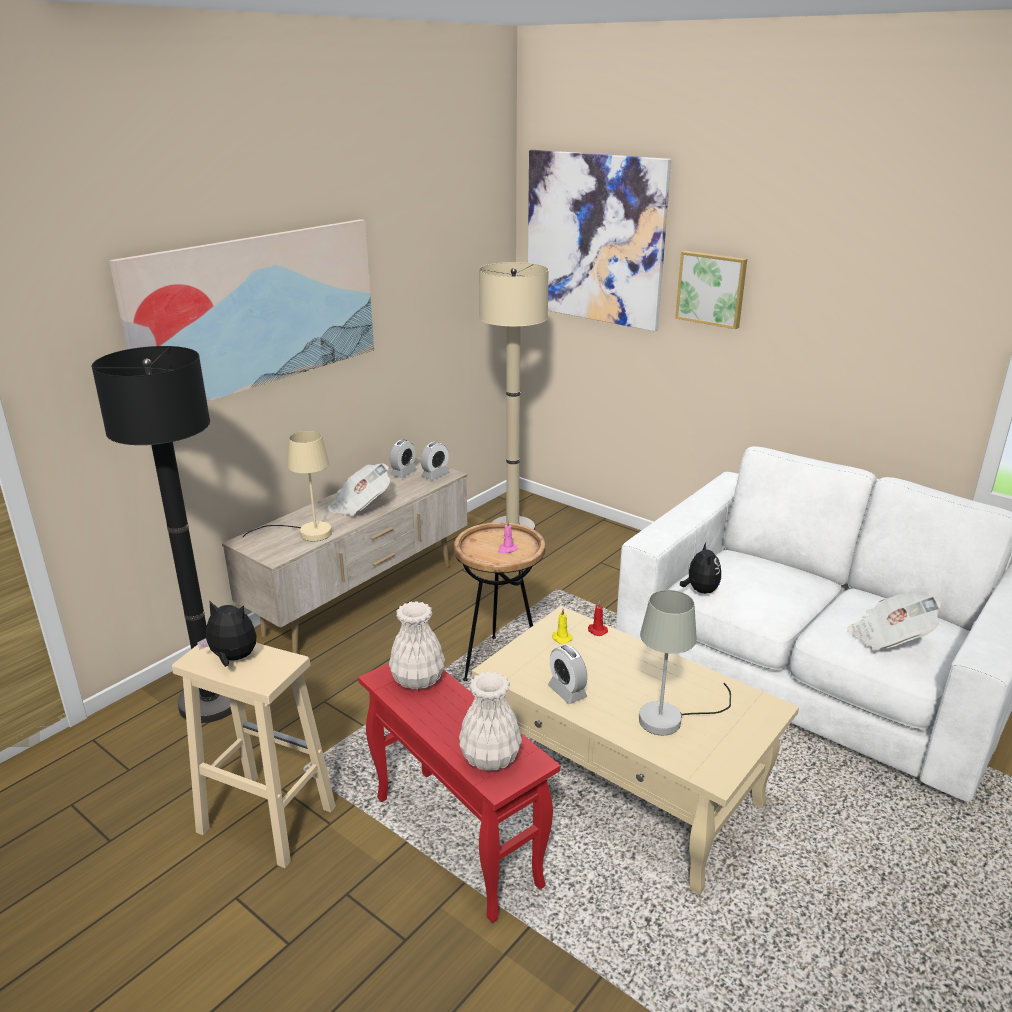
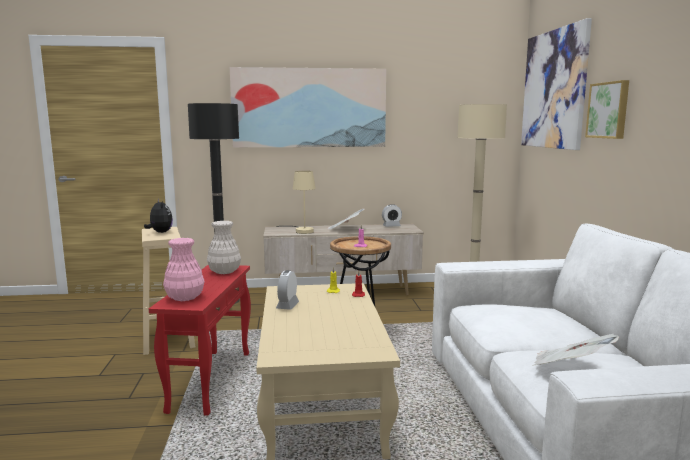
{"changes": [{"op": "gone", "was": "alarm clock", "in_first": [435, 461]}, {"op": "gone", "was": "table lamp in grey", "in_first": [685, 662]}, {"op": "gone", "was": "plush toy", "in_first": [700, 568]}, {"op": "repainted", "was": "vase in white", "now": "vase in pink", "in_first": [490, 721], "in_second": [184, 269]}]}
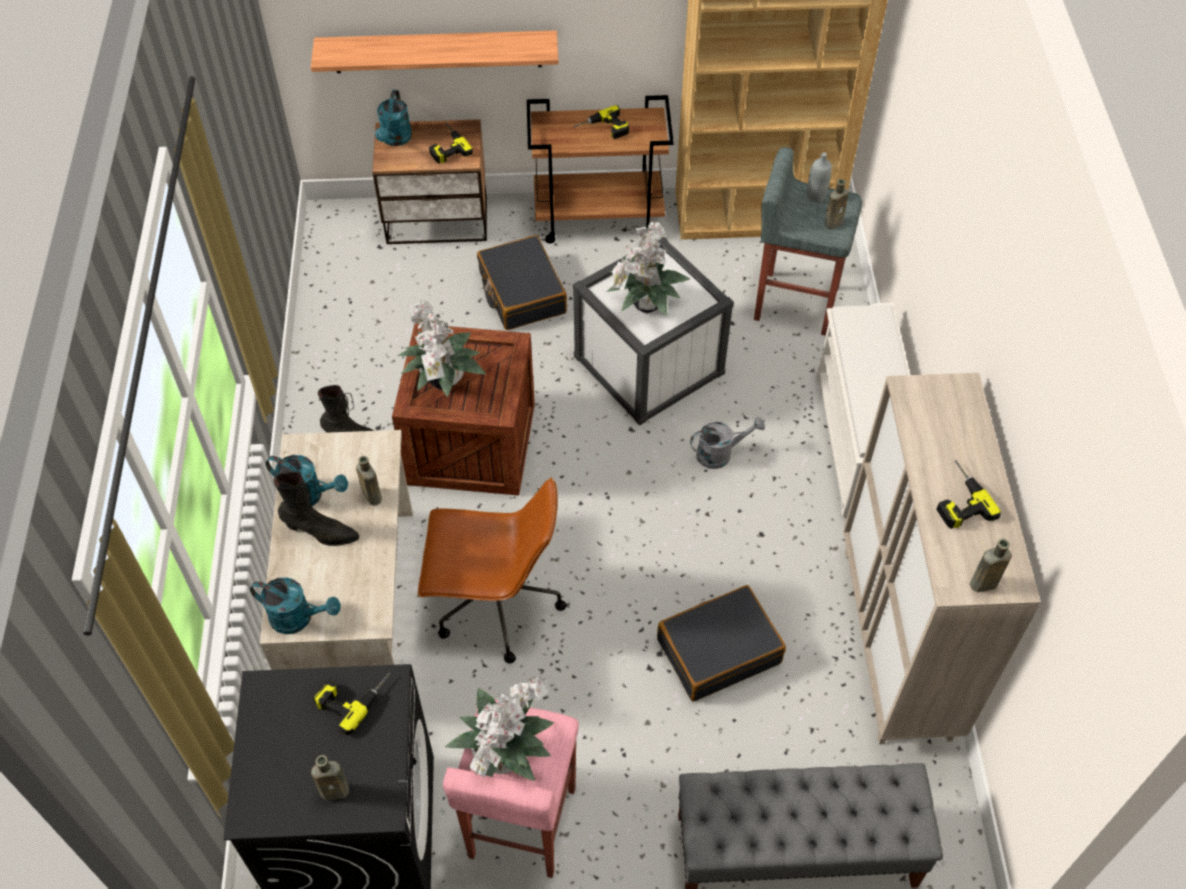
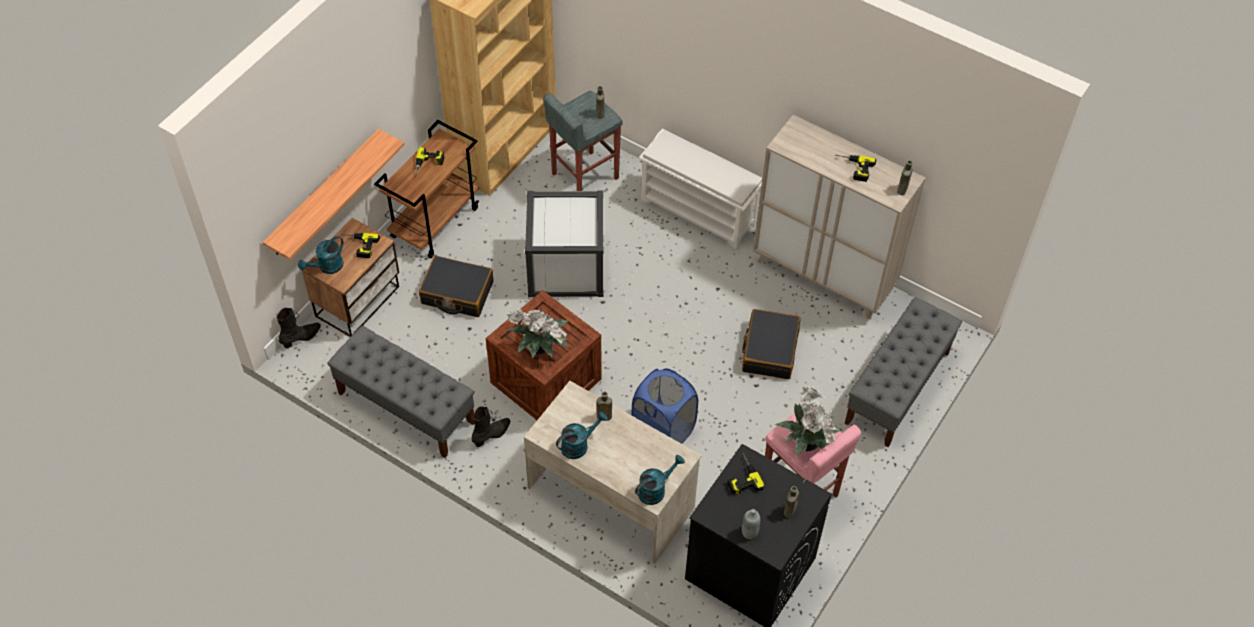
{"changes": [{"op": "gone", "was": "potted plant", "in_first": [648, 268]}, {"op": "gone", "was": "watering can in grey", "in_first": [727, 443]}, {"op": "new", "now": "bench in grey", "in_second": [400, 392]}, {"op": "shifted", "was": "boot in black", "in_first": [316, 508], "in_second": [299, 328]}, {"op": "shifted", "was": "bottle in grey", "in_first": [819, 177], "in_second": [751, 524]}, {"op": "swapped", "was": "office chair in brown", "now": "laundry basket in blue", "in_first": [492, 570], "in_second": [665, 406]}, {"op": "rotated", "was": "watering can in turquoise", "in_first": [393, 118], "in_second": [321, 255], "clockwise": 90}]}
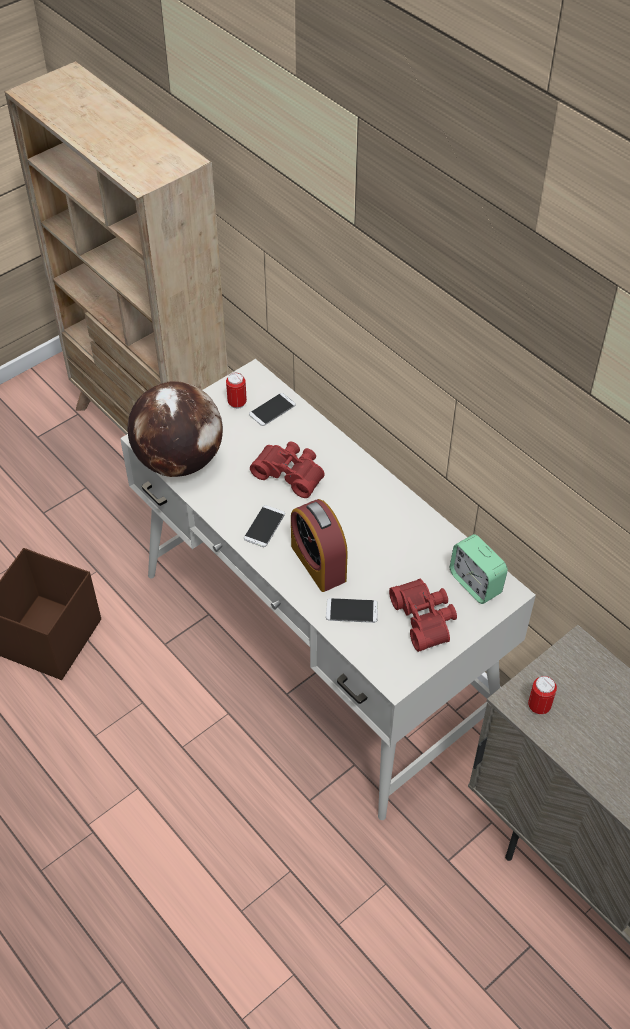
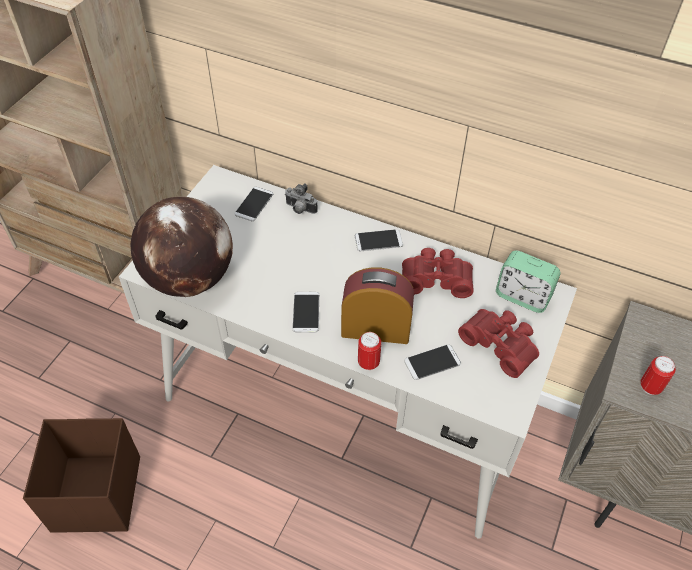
{"changes": [{"op": "new", "now": "photo camera", "in_second": [301, 199]}, {"op": "new", "now": "phone", "in_second": [379, 240]}, {"op": "shifted", "was": "can", "in_first": [236, 391], "in_second": [369, 351]}, {"op": "shifted", "was": "binoculars in red", "in_first": [287, 469], "in_second": [437, 273]}, {"op": "rotated", "was": "alarm clock", "in_first": [319, 545], "in_second": [377, 305], "clockwise": 150}]}
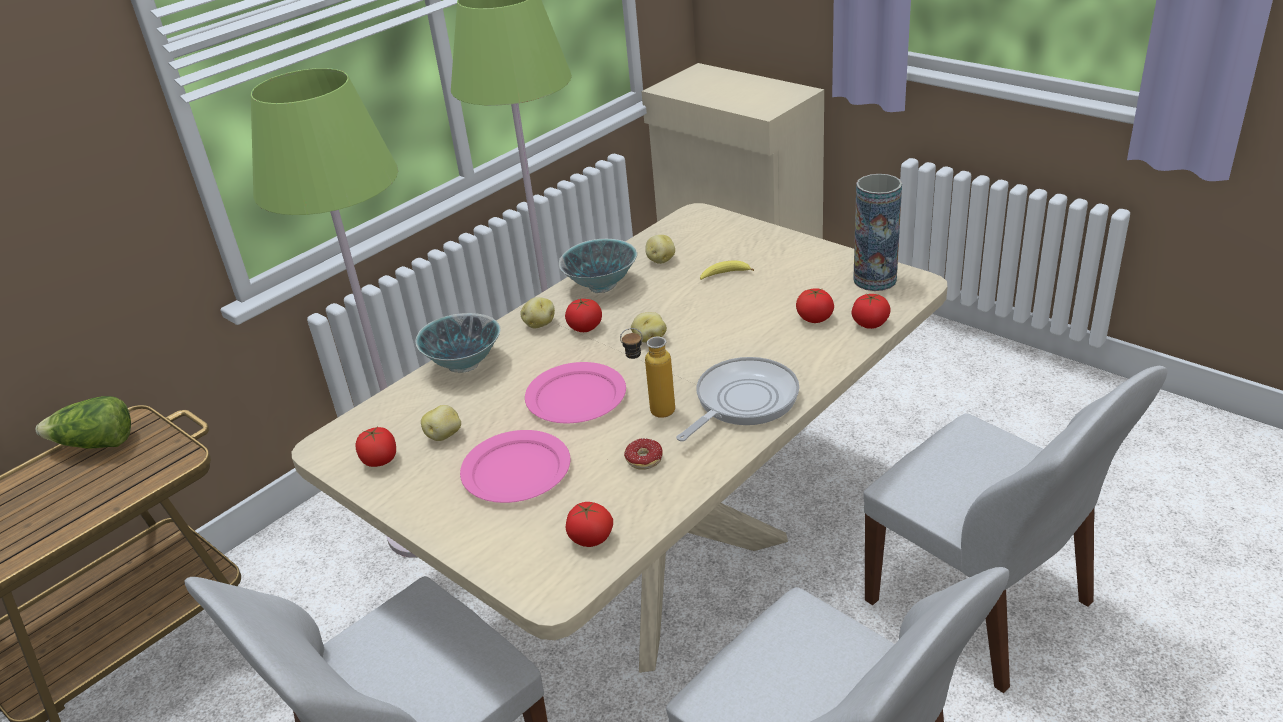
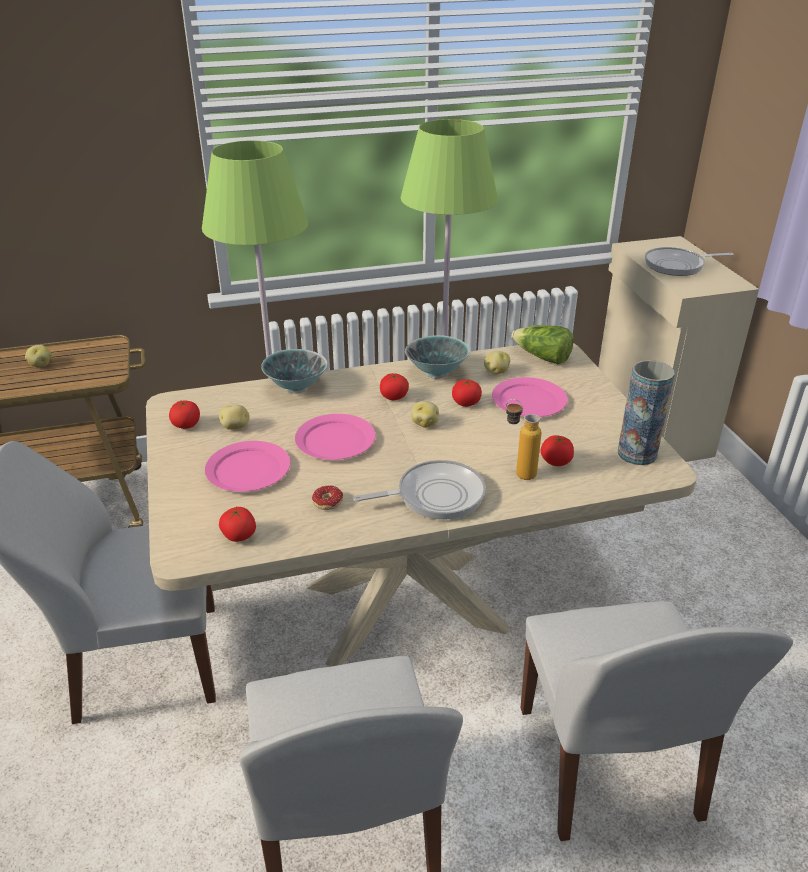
{"changes": [{"op": "new", "now": "frying pan", "in_second": [689, 261]}, {"op": "shifted", "was": "lettuce", "in_first": [83, 422], "in_second": [542, 344]}, {"op": "shifted", "was": "potato", "in_first": [537, 312], "in_second": [38, 355]}, {"op": "shifted", "was": "bottle", "in_first": [647, 373], "in_second": [523, 439]}, {"op": "shifted", "was": "tomato", "in_first": [871, 311], "in_second": [467, 393]}, {"op": "swapped", "was": "banana", "now": "plate in pink", "in_first": [727, 270], "in_second": [530, 397]}]}
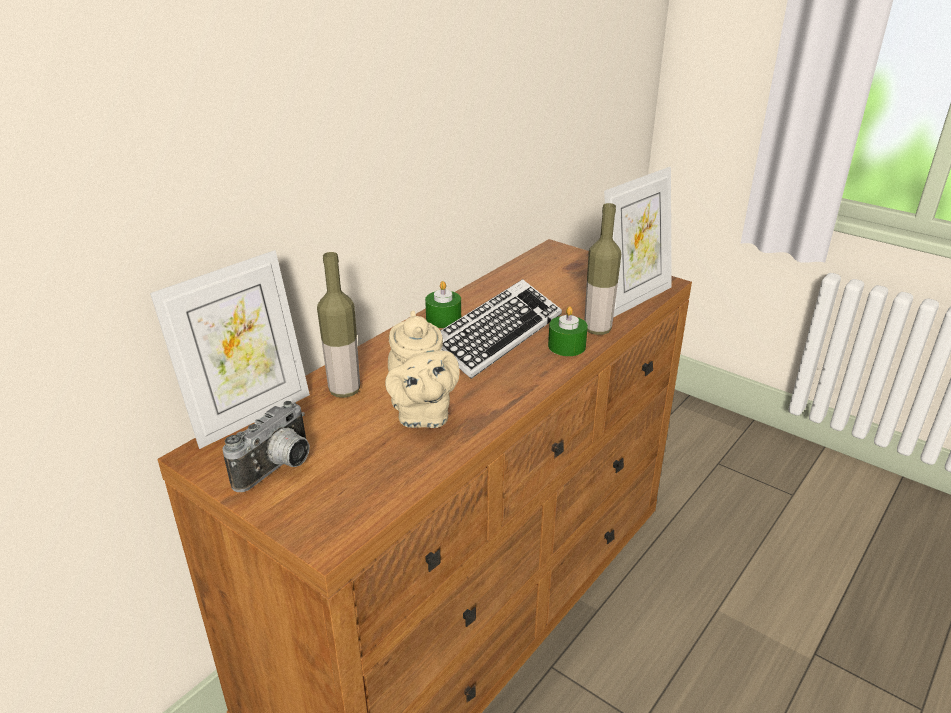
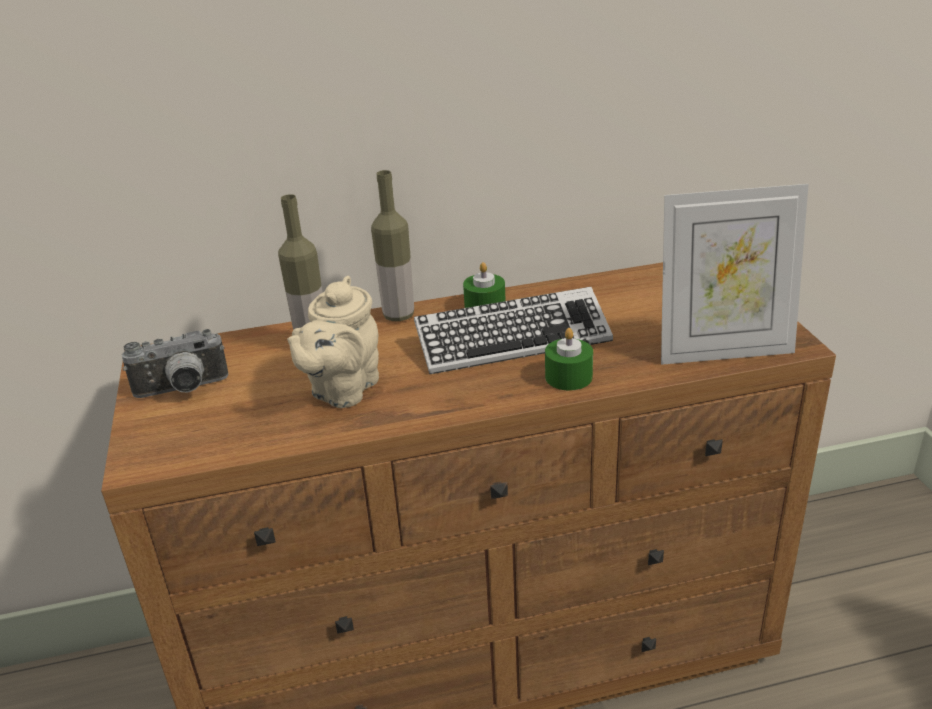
{"changes": [{"op": "gone", "was": "picture frame", "in_first": [230, 349]}, {"op": "shifted", "was": "bottle", "in_first": [602, 269], "in_second": [392, 245]}]}
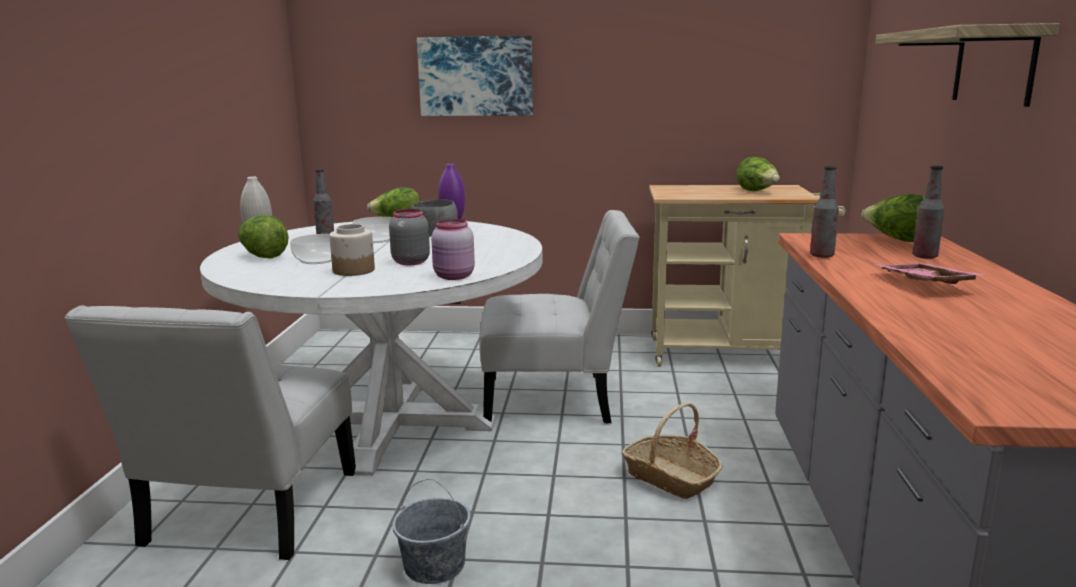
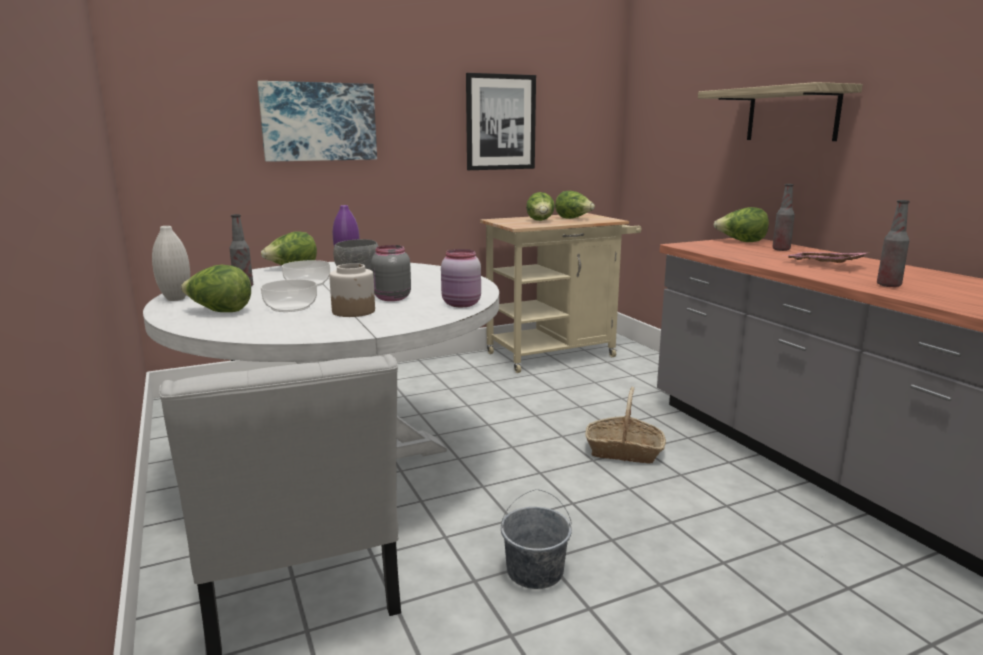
{"changes": [{"op": "gone", "was": "chair in white", "in_first": [559, 316]}, {"op": "new", "now": "picture", "in_second": [501, 121]}, {"op": "new", "now": "lettuce", "in_second": [540, 206]}, {"op": "shifted", "was": "bottle", "in_first": [824, 212], "in_second": [893, 243]}]}
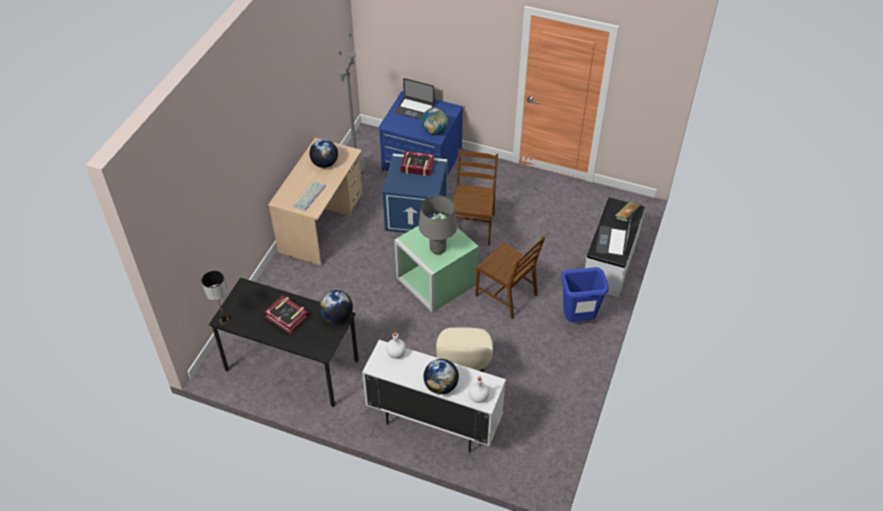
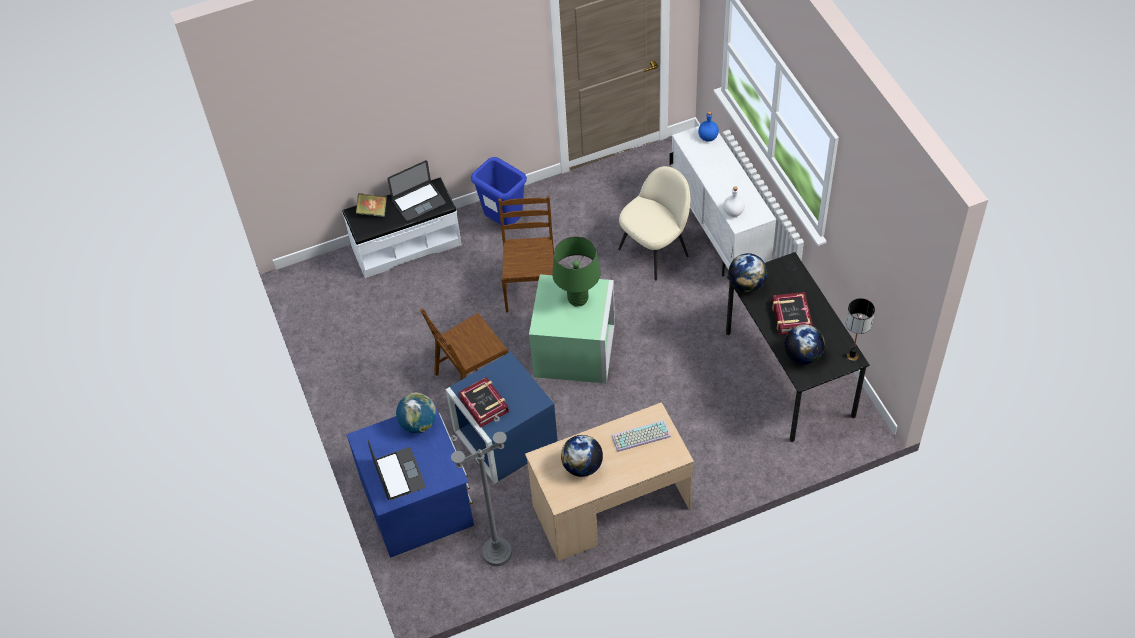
{"changes": [{"op": "shifted", "was": "globe", "in_first": [441, 376], "in_second": [804, 344]}, {"op": "repainted", "was": "table lamp in grey", "now": "table lamp in green", "in_first": [438, 225], "in_second": [576, 271]}, {"op": "repainted", "was": "bottle in white", "now": "bottle in blue", "in_first": [479, 389], "in_second": [708, 126]}]}
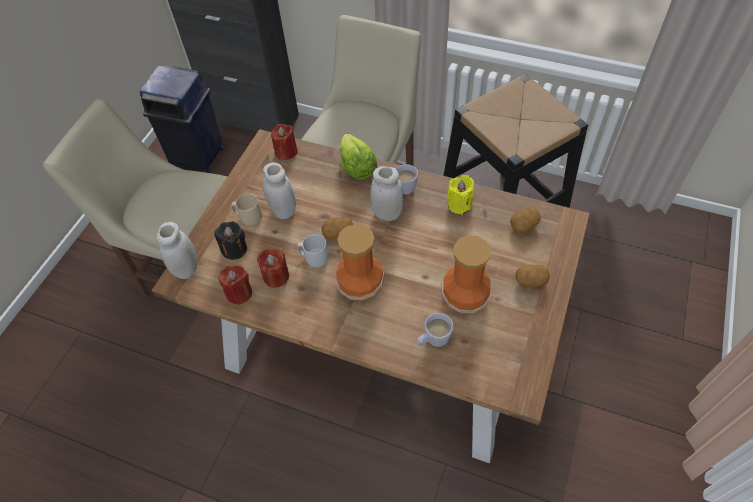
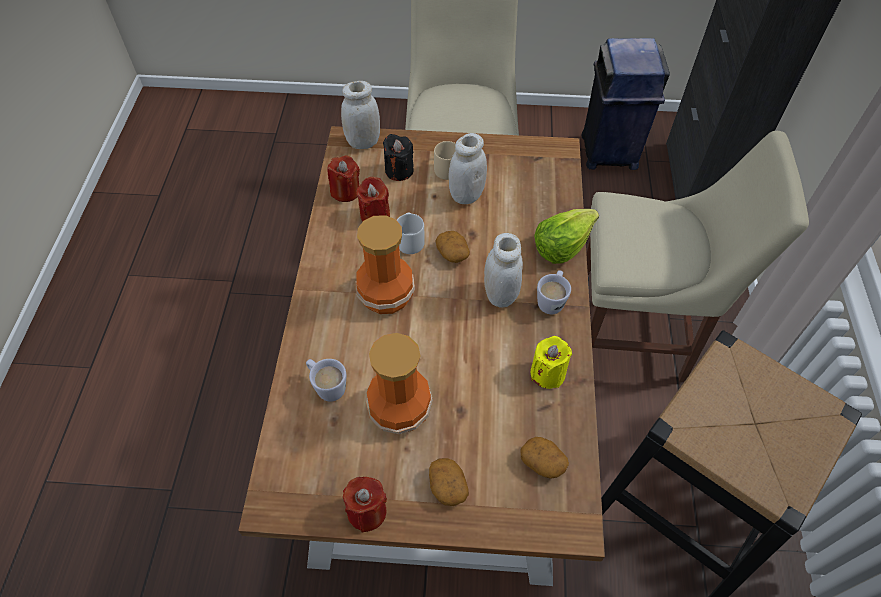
{"changes": [{"op": "shifted", "was": "candle in red", "in_first": [284, 142], "in_second": [365, 505]}]}
